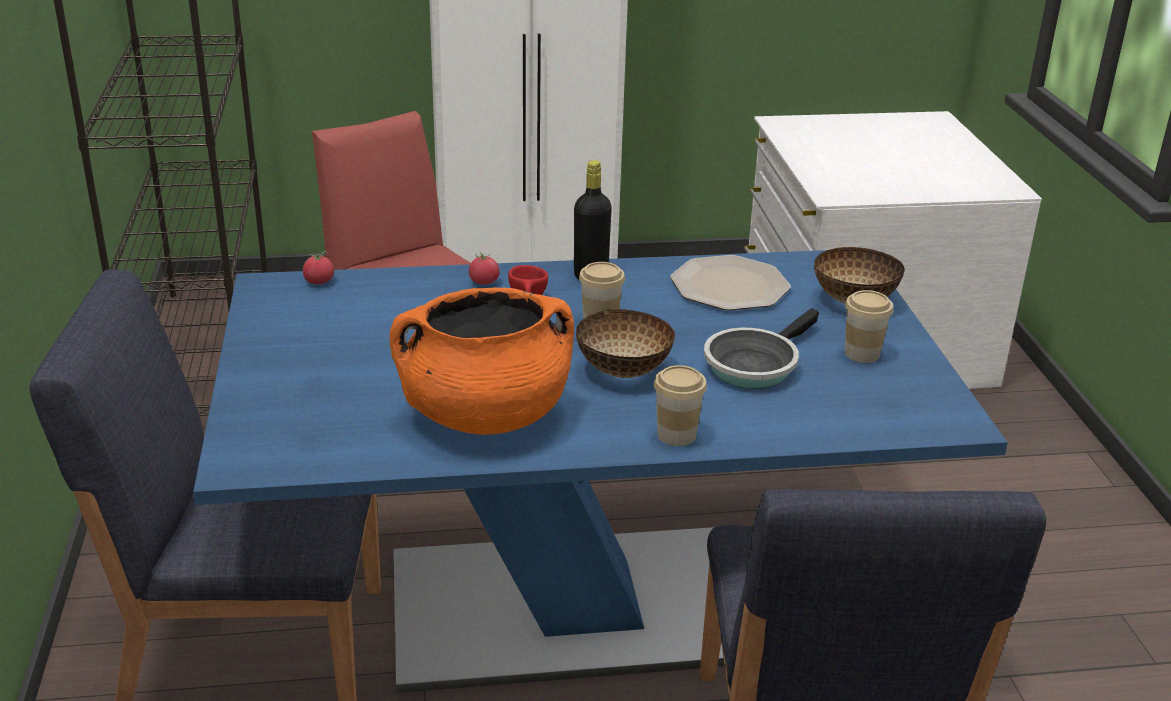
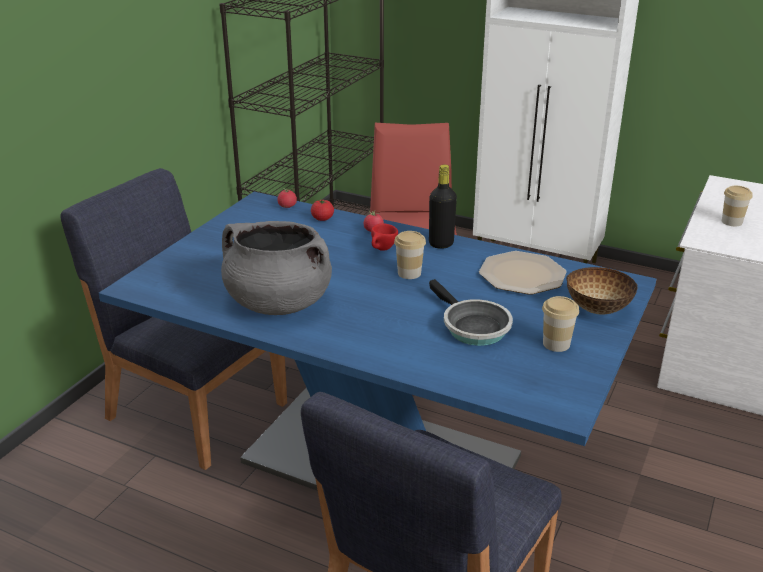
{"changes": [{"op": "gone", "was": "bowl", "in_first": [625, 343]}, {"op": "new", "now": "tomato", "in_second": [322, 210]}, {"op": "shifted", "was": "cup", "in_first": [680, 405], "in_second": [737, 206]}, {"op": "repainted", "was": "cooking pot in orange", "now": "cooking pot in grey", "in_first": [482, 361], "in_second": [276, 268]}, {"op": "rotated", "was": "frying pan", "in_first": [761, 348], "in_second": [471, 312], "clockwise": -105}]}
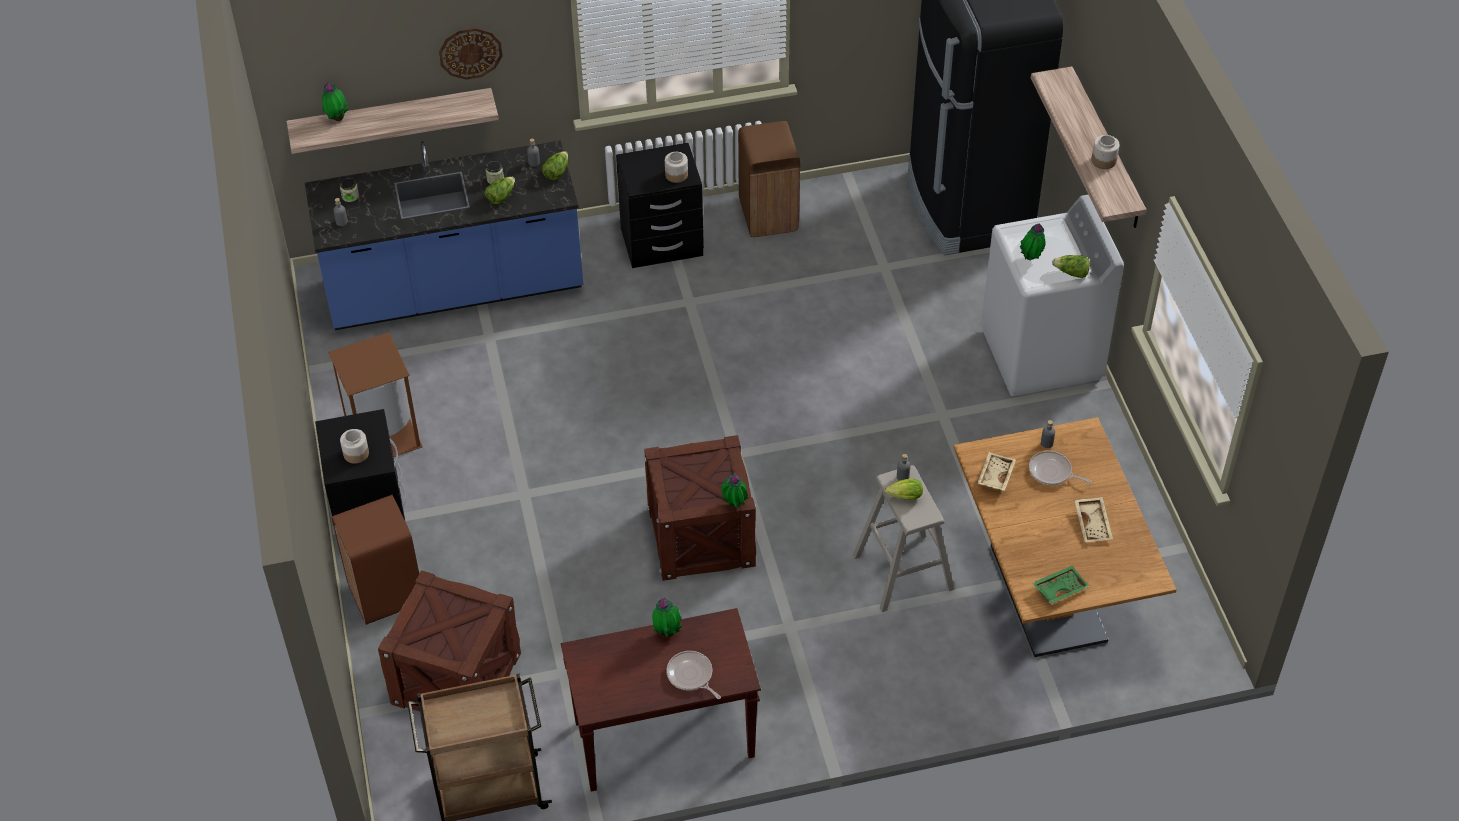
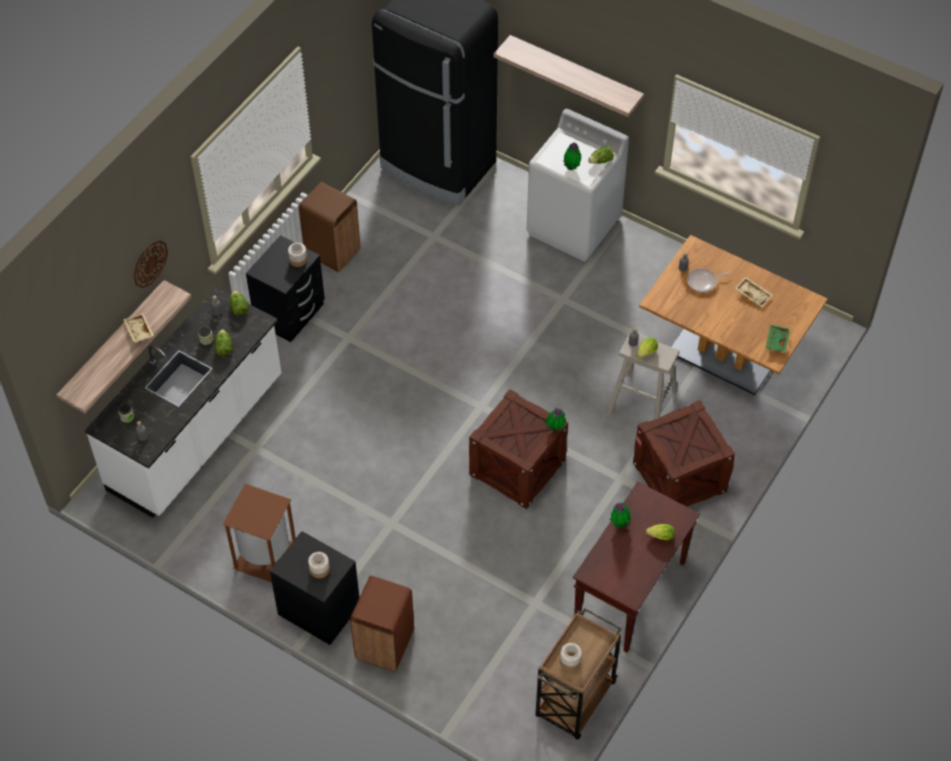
{"changes": [{"op": "gone", "was": "potted plant", "in_first": [335, 102]}, {"op": "shifted", "was": "crate", "in_first": [449, 640], "in_second": [684, 453]}, {"op": "shifted", "was": "tray in beige", "in_first": [996, 471], "in_second": [138, 328]}, {"op": "shifted", "was": "jar", "in_first": [1105, 152], "in_second": [571, 656]}, {"op": "swapped", "was": "frying pan", "now": "lettuce", "in_first": [693, 675], "in_second": [660, 532]}, {"op": "repainted", "was": "counter in blue", "now": "counter in white", "in_first": [444, 235], "in_second": [183, 402]}]}
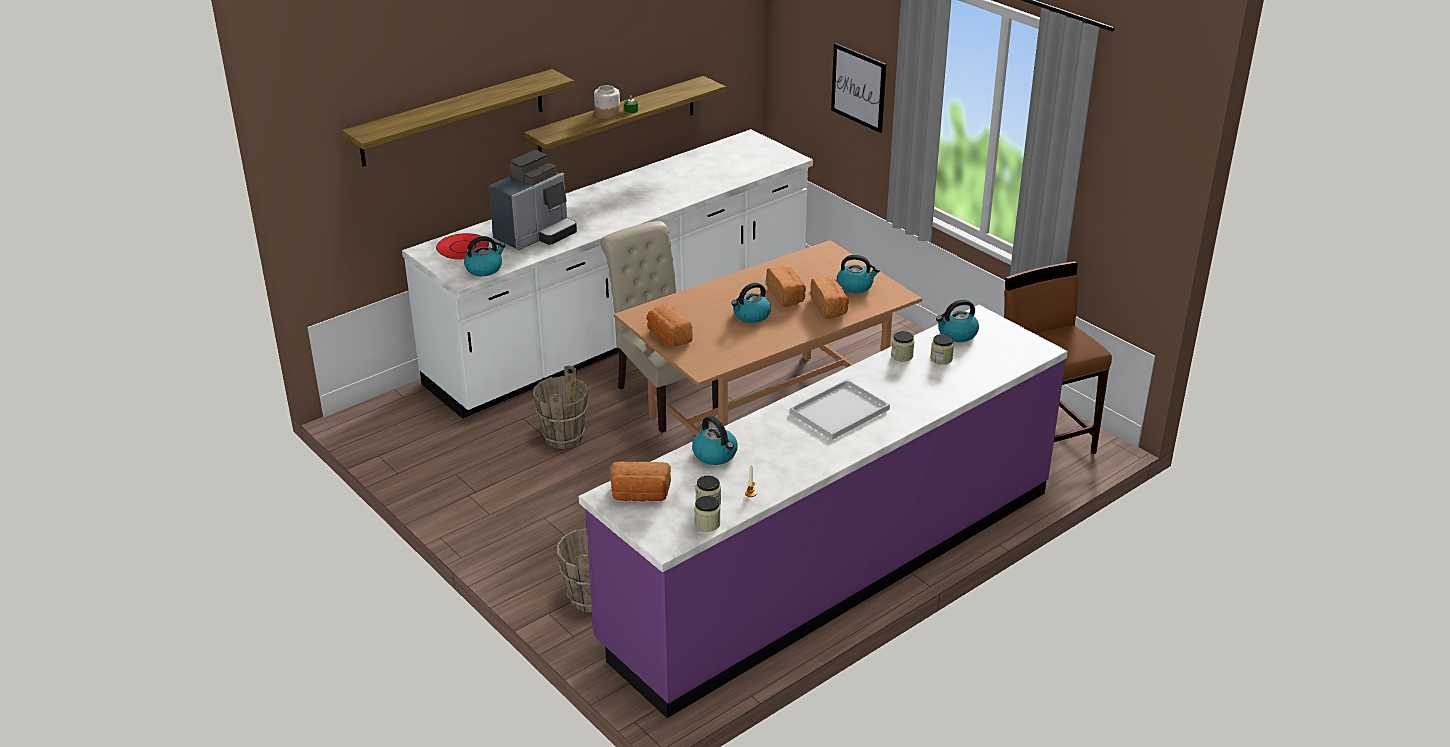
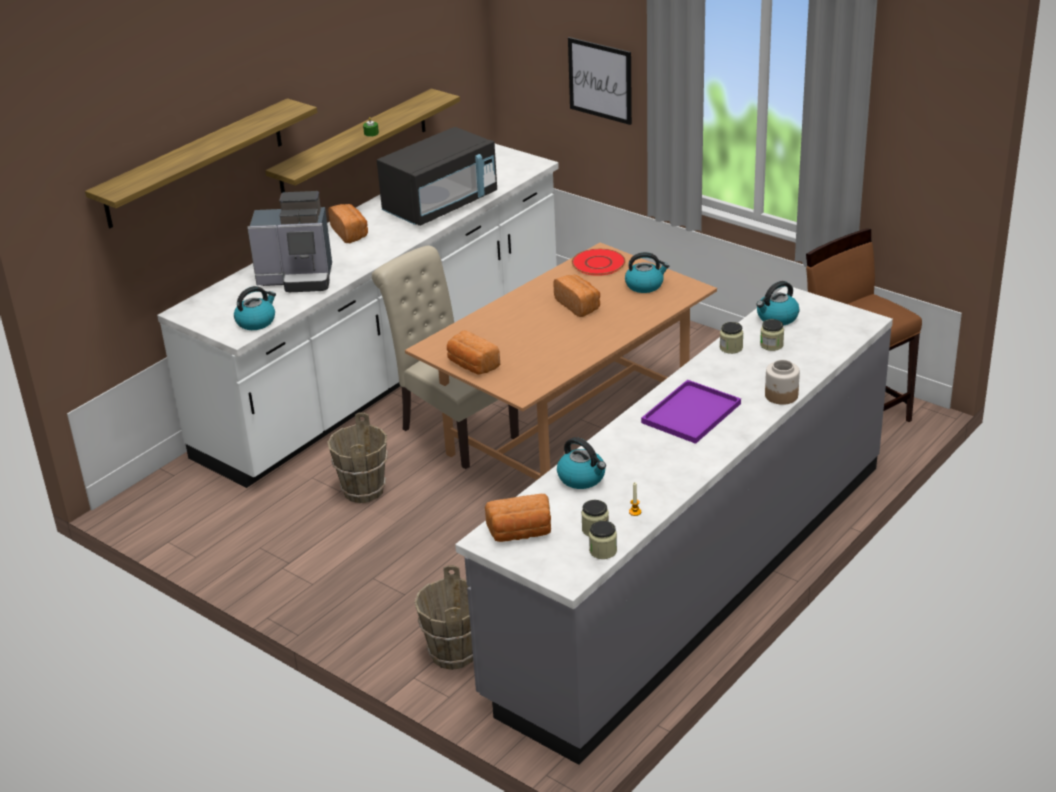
{"changes": [{"op": "gone", "was": "kettle", "in_first": [751, 302]}, {"op": "new", "now": "microwave in black", "in_second": [437, 176]}, {"op": "shifted", "was": "plate in red", "in_first": [462, 246], "in_second": [598, 262]}, {"op": "shifted", "was": "jar", "in_first": [607, 102], "in_second": [782, 382]}, {"op": "shifted", "was": "bread", "in_first": [830, 298], "in_second": [348, 223]}, {"op": "repainted", "was": "counter in purple", "now": "counter in grey", "in_first": [823, 511], "in_second": [674, 526]}, {"op": "repainted", "was": "tray in white", "now": "tray in purple", "in_first": [840, 409], "in_second": [691, 412]}, {"op": "rotated", "was": "coffee machine", "in_first": [533, 200], "in_second": [289, 241], "clockwise": 60}]}
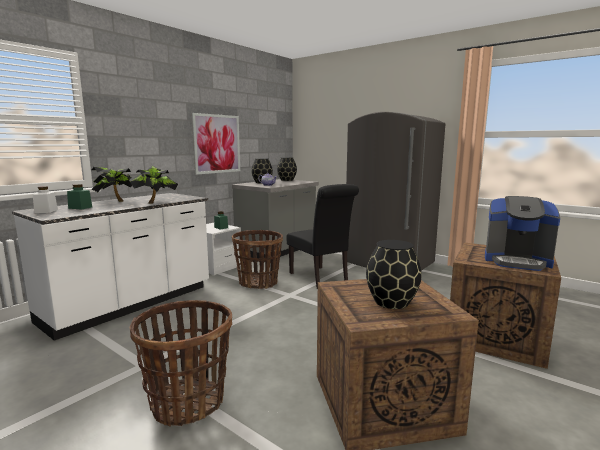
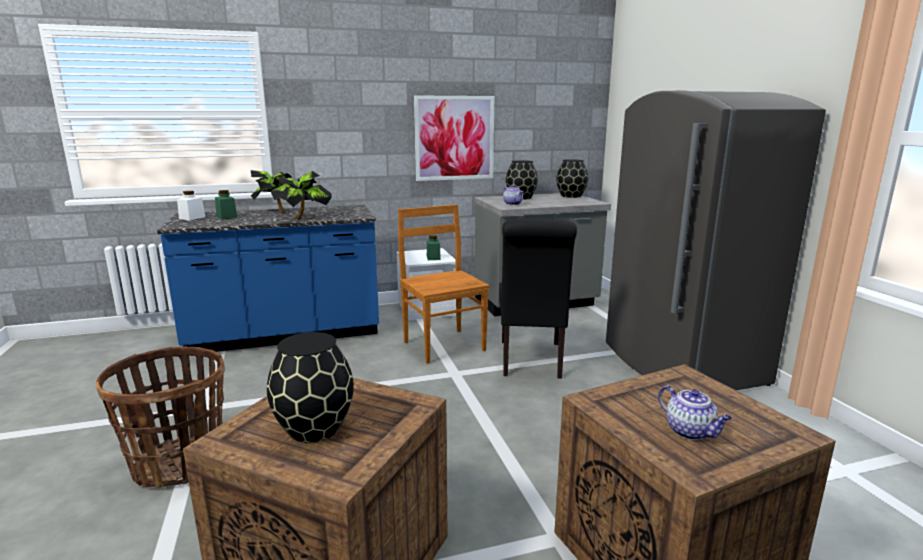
{"changes": [{"op": "swapped", "was": "basket", "now": "chair in brown", "in_first": [257, 259], "in_second": [444, 284]}, {"op": "swapped", "was": "coffee machine", "now": "teapot", "in_first": [522, 233], "in_second": [695, 412]}, {"op": "repainted", "was": "counter in white", "now": "counter in blue", "in_first": [110, 267], "in_second": [268, 278]}]}
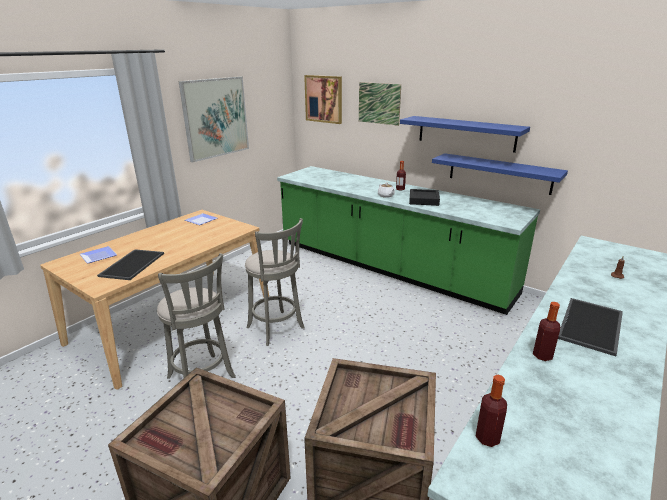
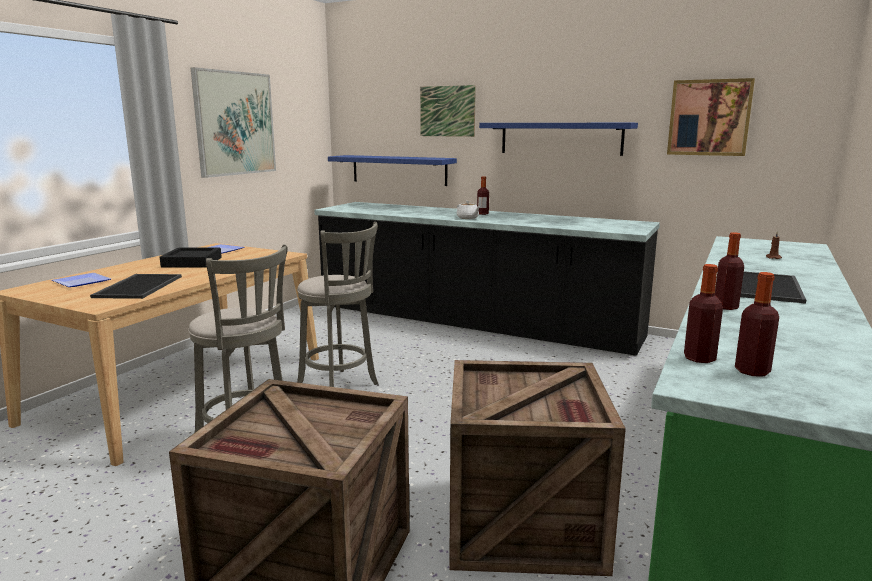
{"changes": [{"op": "new", "now": "bottle", "in_second": [757, 324]}, {"op": "shifted", "was": "picture", "in_first": [323, 99], "in_second": [711, 117]}, {"op": "shifted", "was": "tray in black", "in_first": [424, 197], "in_second": [191, 258]}, {"op": "shifted", "was": "shelf in blue", "in_first": [500, 174], "in_second": [392, 170]}, {"op": "repainted", "was": "counter in green", "now": "counter in black", "in_first": [408, 240], "in_second": [487, 279]}]}
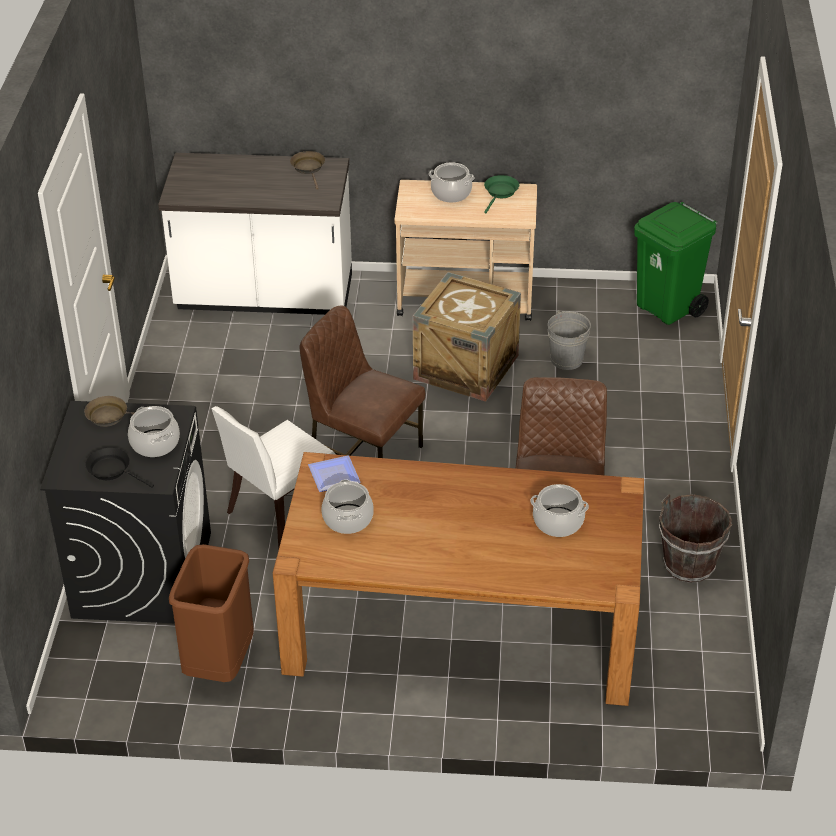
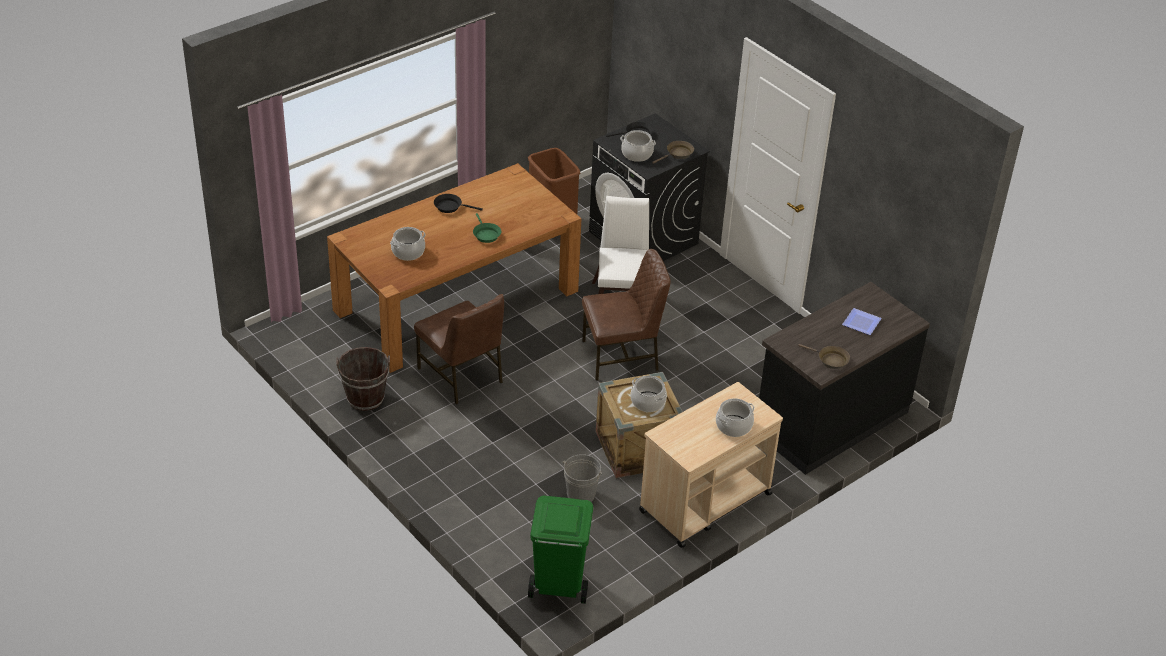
{"changes": [{"op": "new", "now": "frying pan in black", "in_second": [458, 203]}, {"op": "shifted", "was": "plate", "in_first": [334, 473], "in_second": [862, 321]}, {"op": "shifted", "was": "cooking pot", "in_first": [348, 507], "in_second": [648, 393]}, {"op": "shifted", "was": "frying pan in green", "in_first": [501, 194], "in_second": [487, 228]}, {"op": "repainted", "was": "counter in white", "now": "counter in black", "in_first": [255, 234], "in_second": [844, 378]}]}
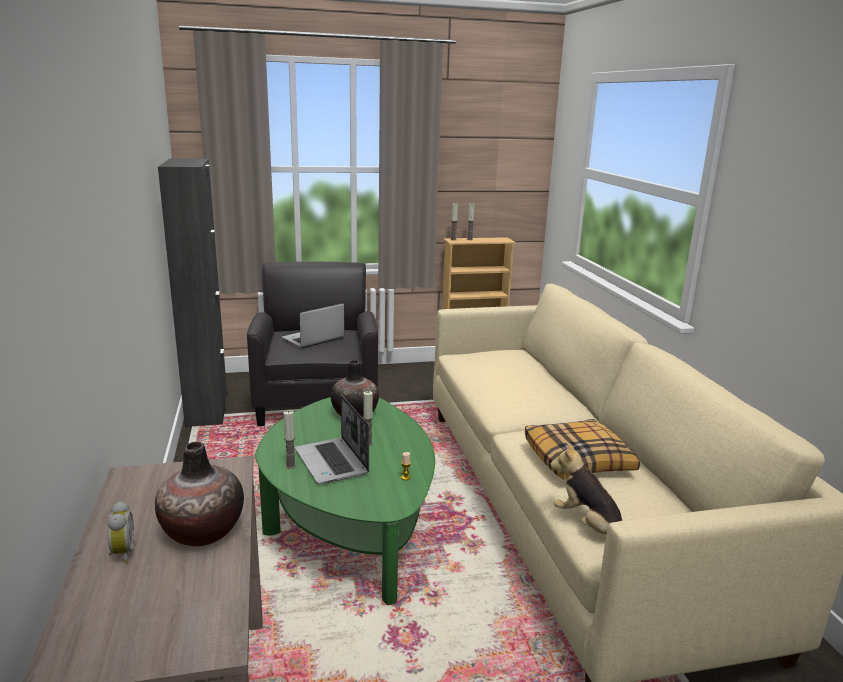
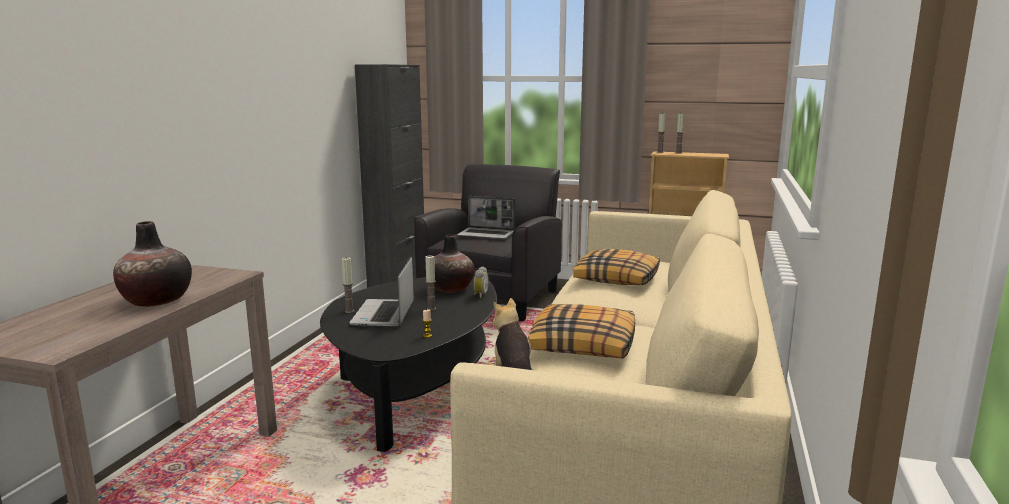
{"changes": [{"op": "new", "now": "pillow", "in_second": [616, 267]}, {"op": "shifted", "was": "alarm clock", "in_first": [120, 532], "in_second": [481, 282]}, {"op": "repainted", "was": "coffee table in green", "now": "coffee table in black", "in_first": [345, 501], "in_second": [408, 364]}, {"op": "rotated", "was": "laptop", "in_first": [313, 325], "in_second": [486, 218], "clockwise": -150}]}
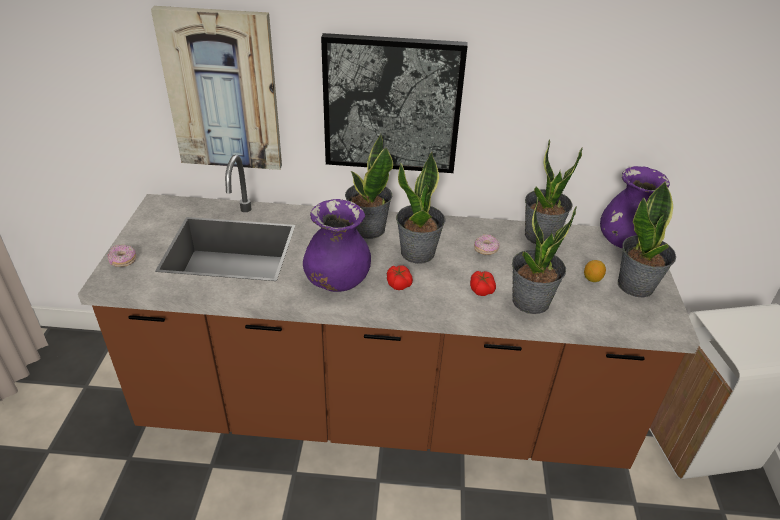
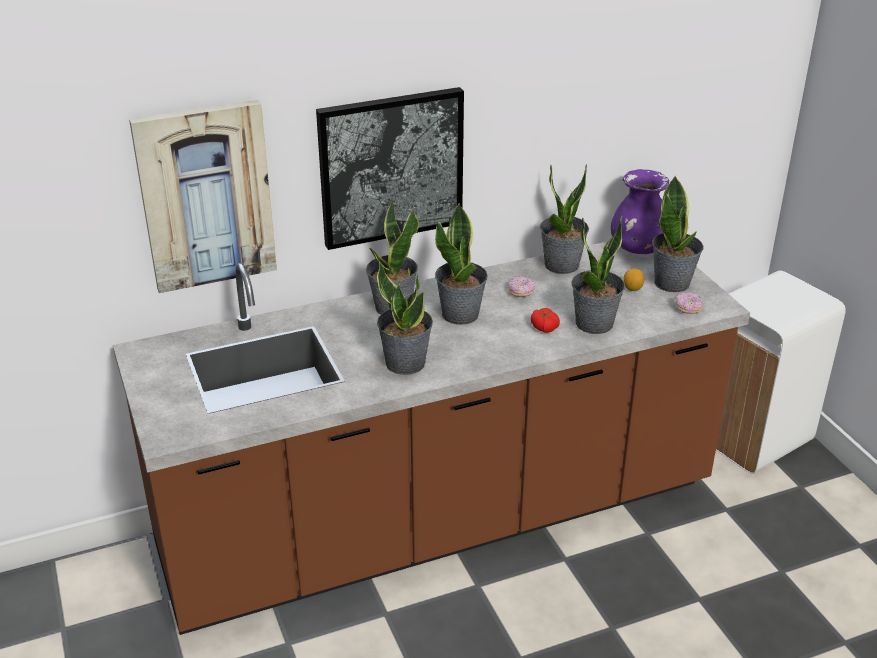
{"changes": [{"op": "gone", "was": "tomato", "in_first": [400, 277]}, {"op": "shifted", "was": "donut", "in_first": [122, 255], "in_second": [689, 303]}, {"op": "swapped", "was": "vase in purple", "now": "potted plant", "in_first": [337, 245], "in_second": [405, 318]}]}
